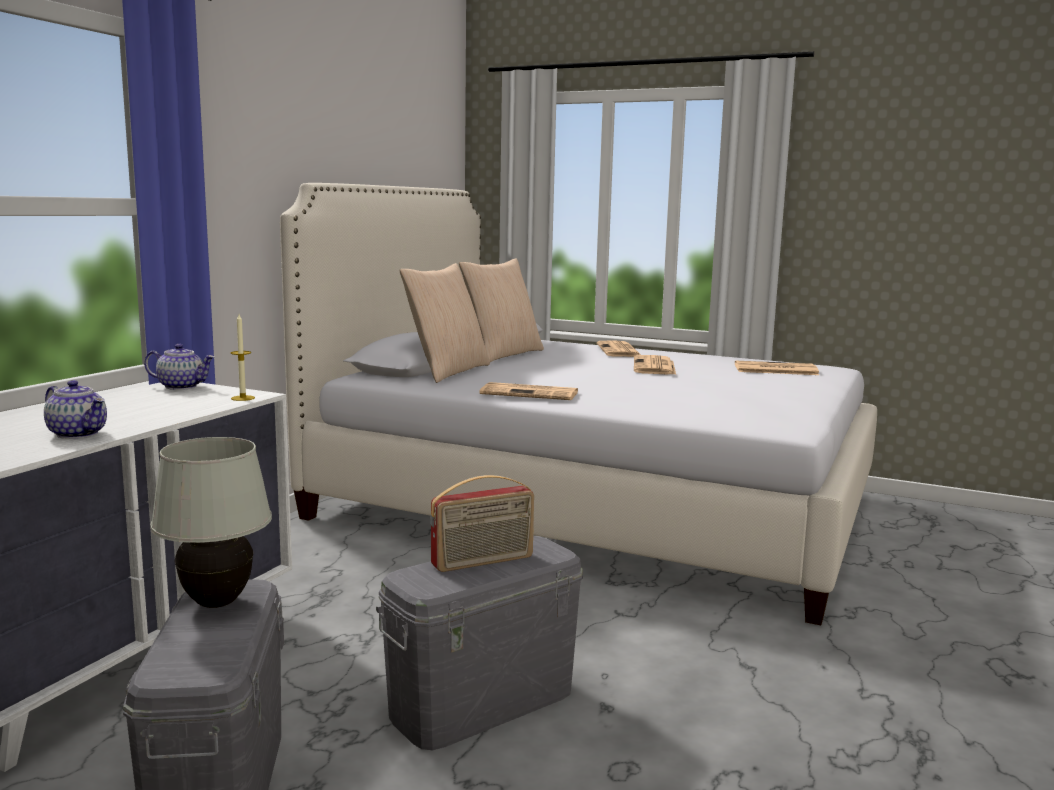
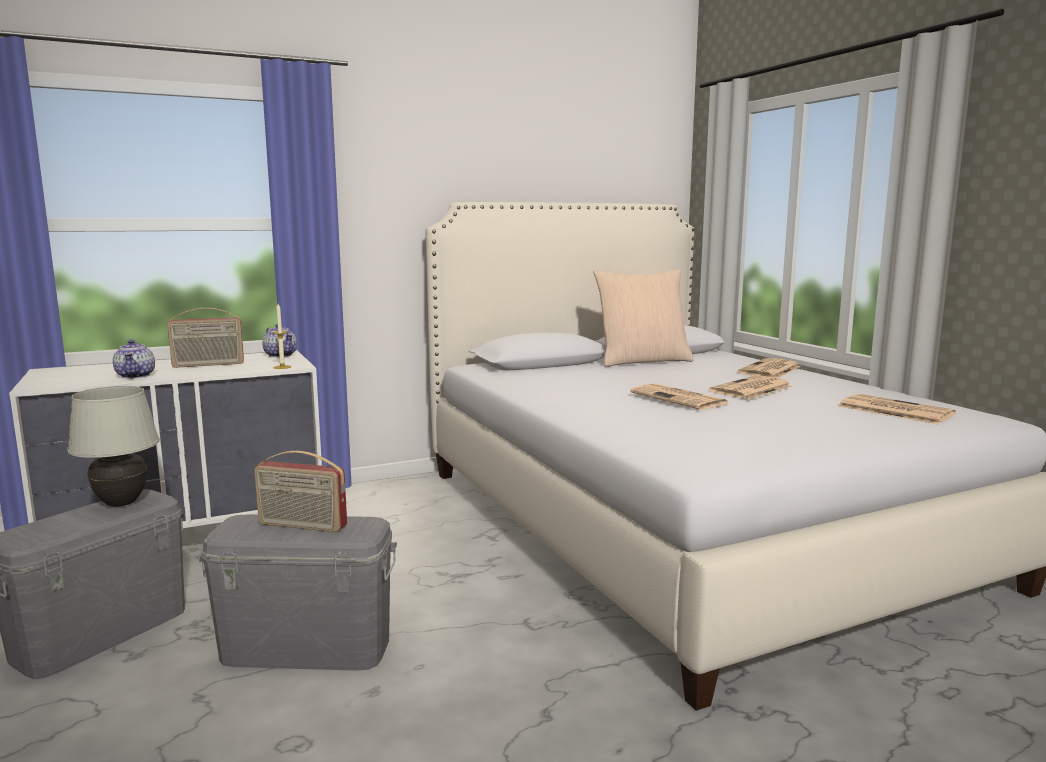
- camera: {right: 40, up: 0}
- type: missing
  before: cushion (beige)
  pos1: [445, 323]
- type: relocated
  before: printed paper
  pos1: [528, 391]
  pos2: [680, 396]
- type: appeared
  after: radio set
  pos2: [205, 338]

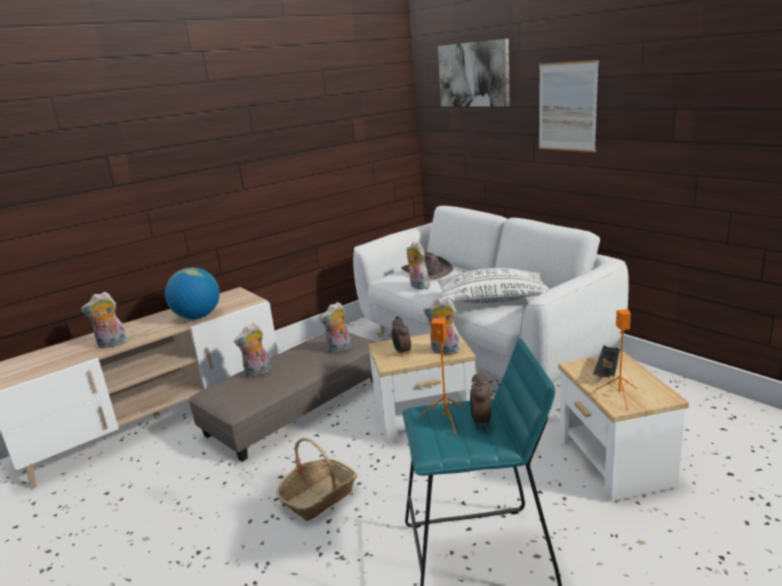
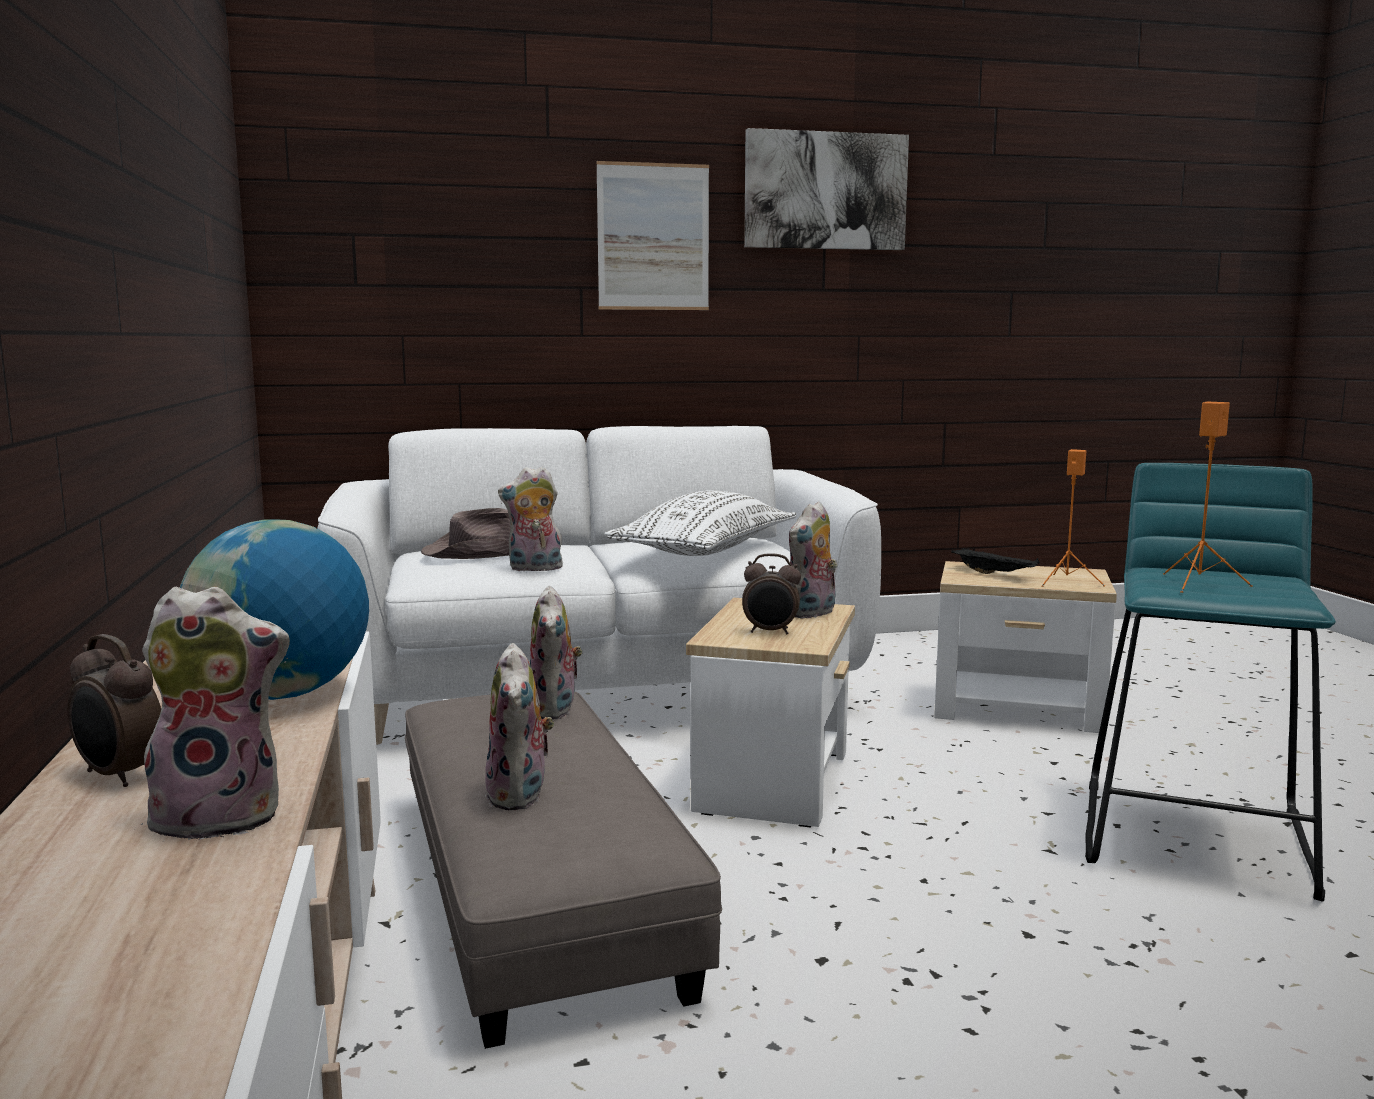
- camera: {right: -65, up: -10}
- type: relocated
  before: wall art
  pos1: [474, 73]
  pos2: [826, 189]
- type: spun
  before: cuddly toy
  pos1: [104, 320]
  pos2: [215, 713]
  turn: -105
- type: relocated
  before: bedside clock
  pos1: [480, 399]
  pos2: [114, 710]
- type: missing
  before: storage basket
  pos1: [316, 479]

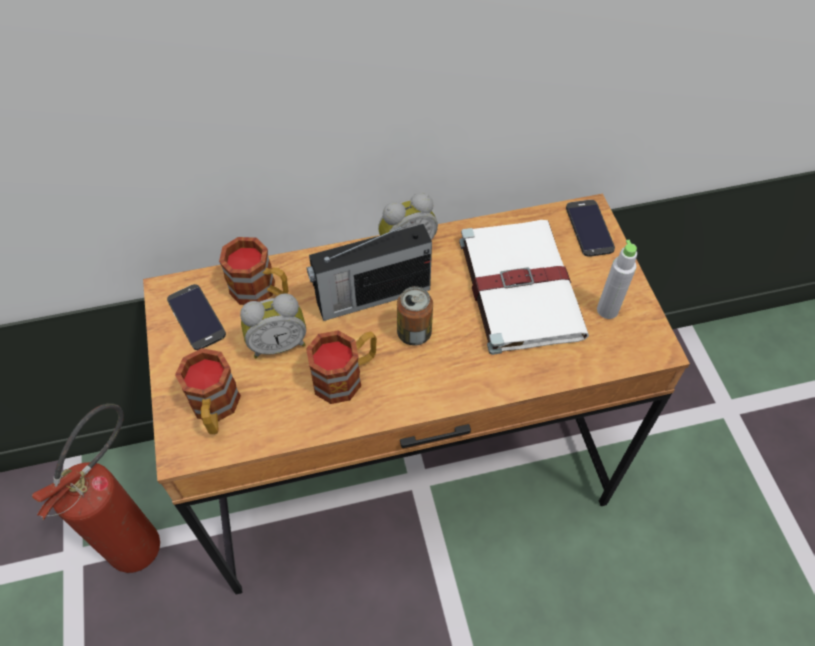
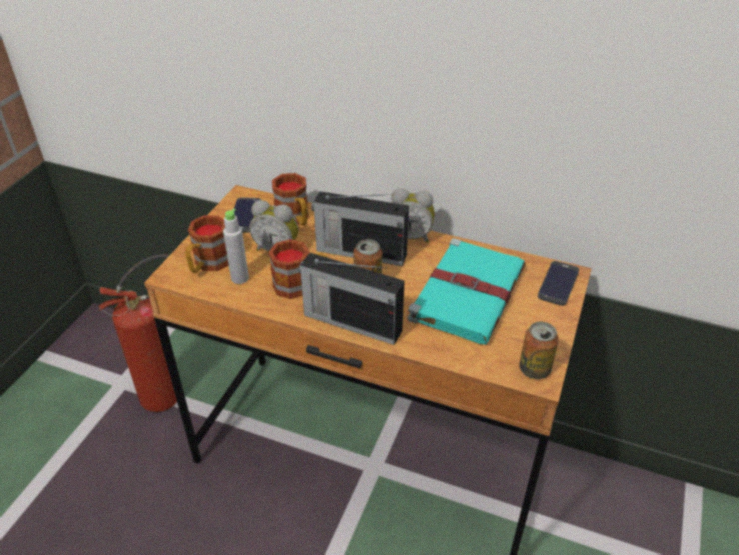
- camera: {right: 35, up: -15}
- type: colour
  before: bound book (white)
  after: bound book (turquoise-coloured)
  pos1: [524, 287]
  pos2: [466, 291]
- type: relocated
  before: drink bottle (grey)
  pos1: [617, 279]
  pos2: [236, 246]
- type: appeared
  after: radio set
  pos2: [352, 299]
- type: appeared
  after: metal can
  pos2: [539, 350]

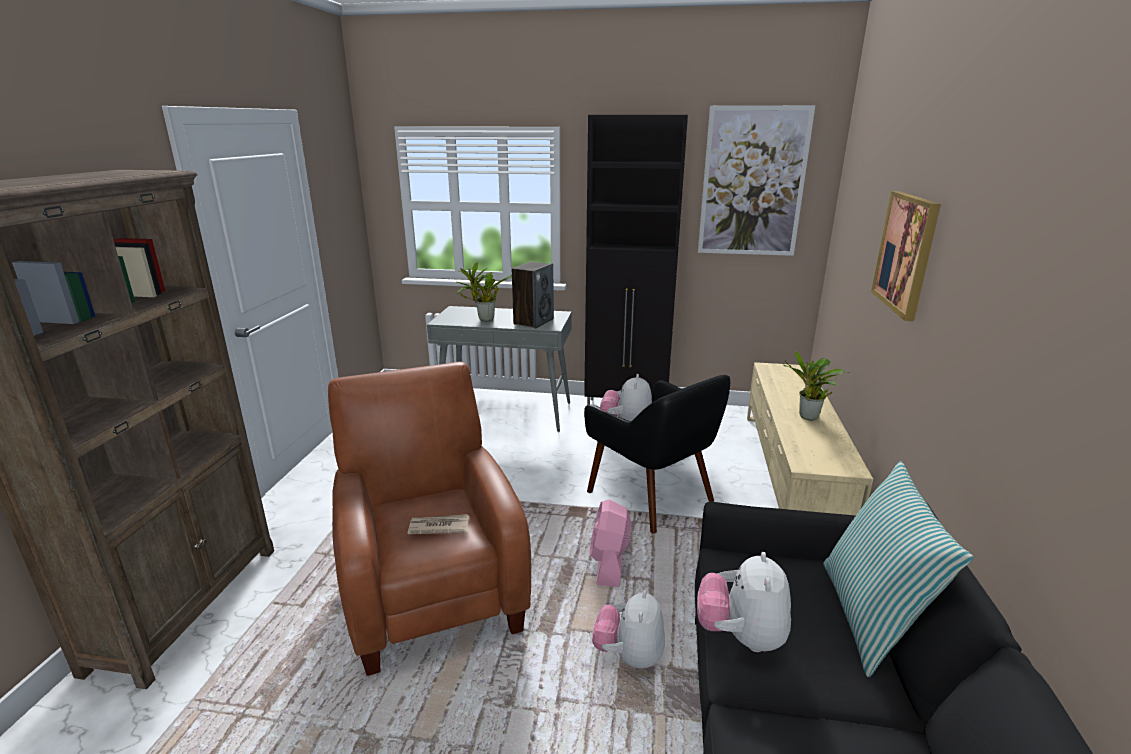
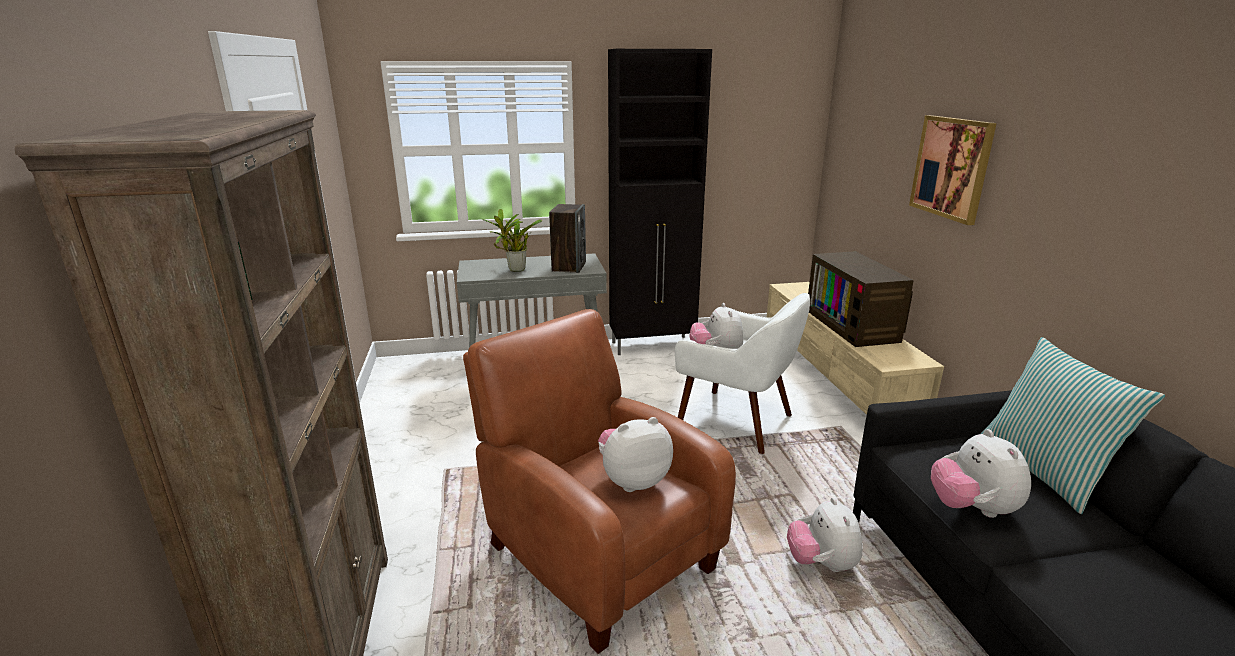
- camera: {right: -20, up: 0}
- type: missing
  before: wall art
  pos1: [756, 180]
- type: exchanged
  before: plant in a pot
  after: television
  pos1: [816, 385]
  pos2: [861, 299]
- type: colour
  before: armchair (black-coloured)
  after: armchair (white)
  pos1: [657, 454]
  pos2: [742, 373]
- type: missing
  before: electric fan (pinkish)
  pos1: [610, 543]
- type: exchanged
  before: printed paper
  after: cuddly toy
  pos1: [438, 524]
  pos2: [635, 454]

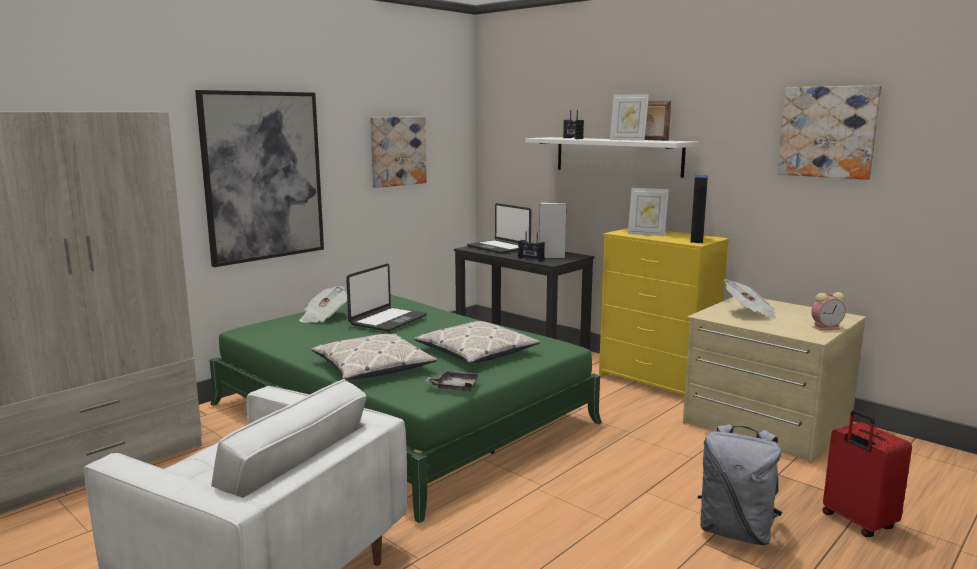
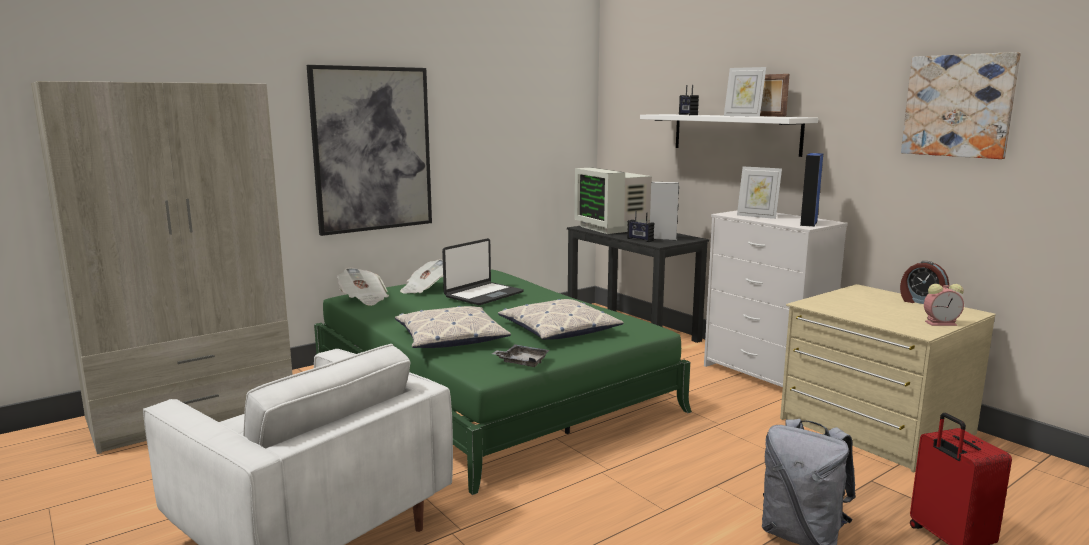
- camera: {right: 10, up: 0}
- type: missing
  before: wall art
  pos1: [398, 152]
- type: exchanged
  before: notebook computer
  after: monitor
  pos1: [499, 228]
  pos2: [613, 200]
- type: colour
  before: drawer chest (yellow-coloured)
  after: drawer chest (white)
  pos1: [664, 311]
  pos2: [776, 299]
- type: relocated
  before: printed paper
  pos1: [750, 299]
  pos2: [363, 287]
- type: appeared
  after: bedside clock
  pos2: [924, 282]

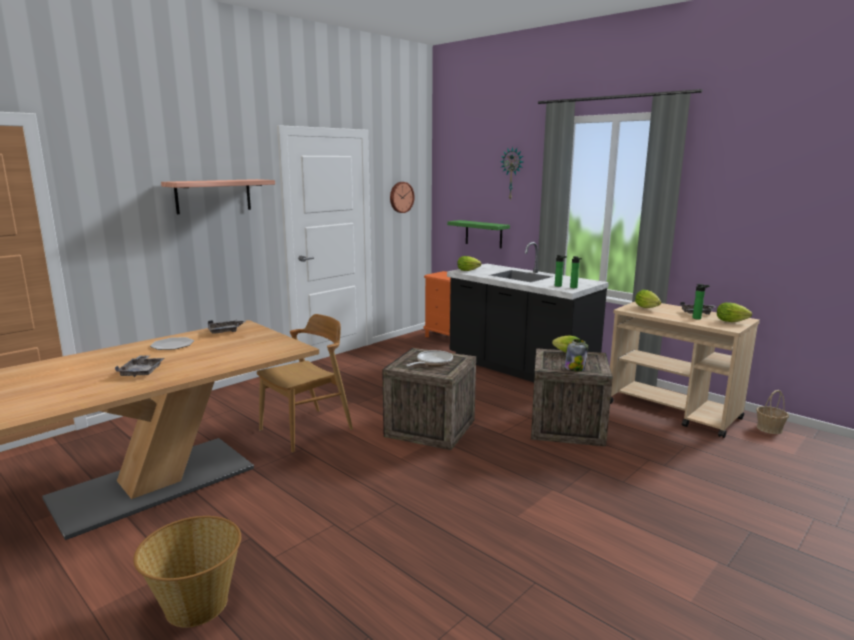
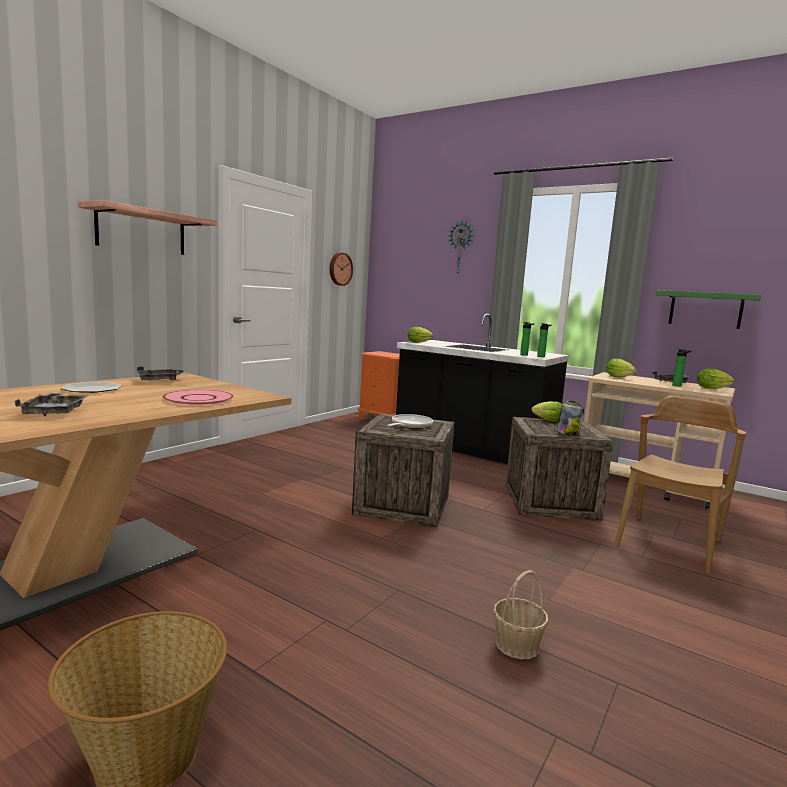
- camera: {right: -10, up: -5}
- type: relocated
  before: wall shelf (greenish)
  pos1: [478, 234]
  pos2: [708, 309]
- type: relocated
  before: chair (brown-coloured)
  pos1: [305, 383]
  pos2: [680, 484]
- type: relocated
  before: storage basket
  pos1: [772, 412]
  pos2: [520, 614]
- type: appeared
  after: dinner plate (pinkish)
  pos2: [198, 398]

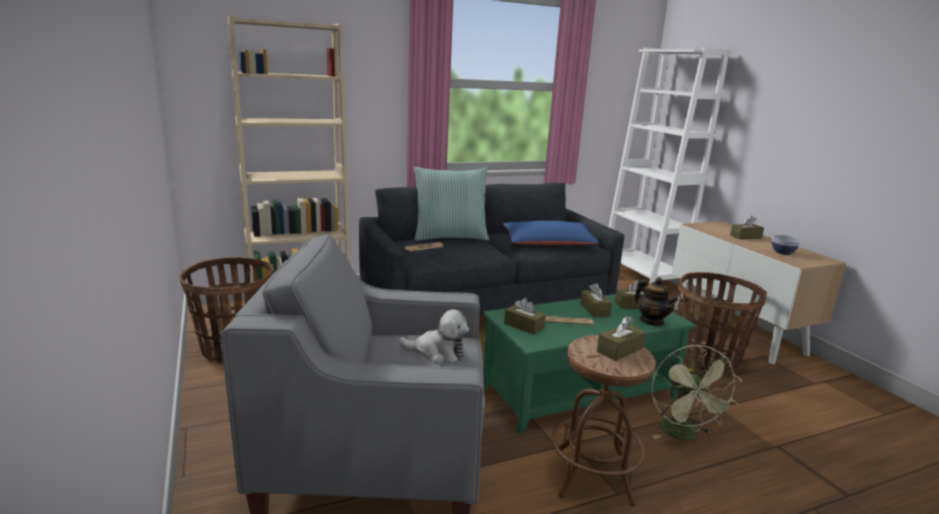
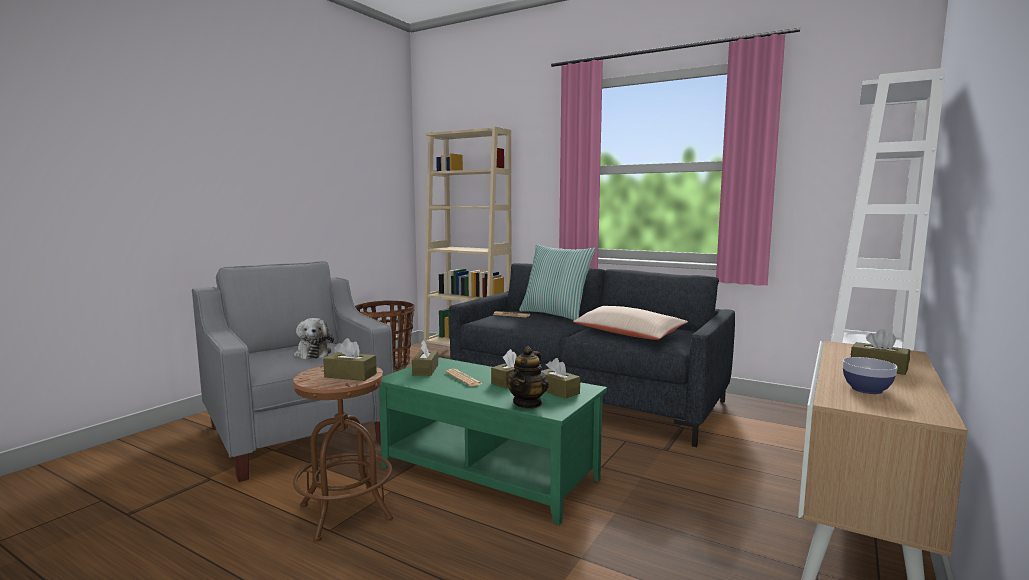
- camera: {right: 55, up: -10}
- type: colour
  before: cushion (blue-coloured)
  after: cushion (beige)
  pos1: [551, 233]
  pos2: [630, 323]
- type: missing
  before: storage basket
  pos1: [722, 322]
- type: missing
  before: electric fan (greenish)
  pos1: [697, 392]

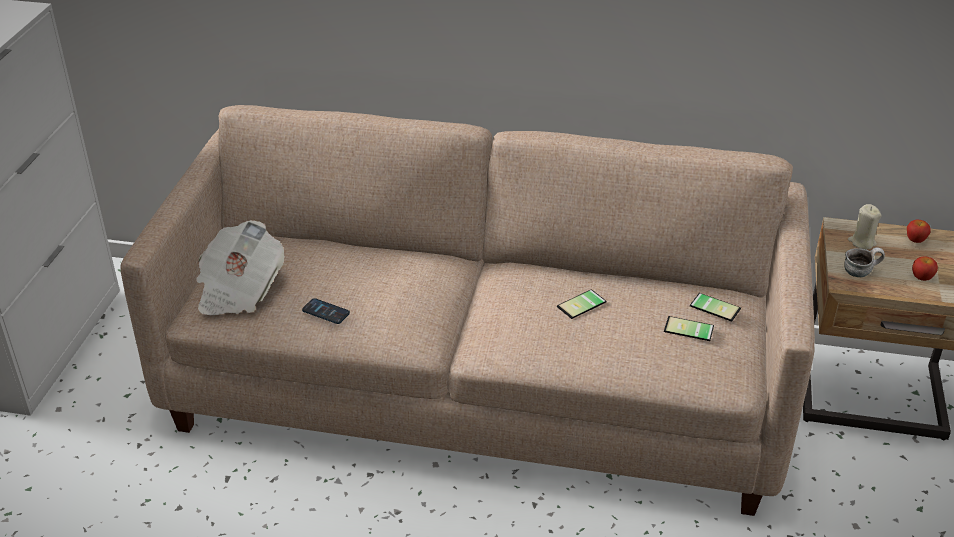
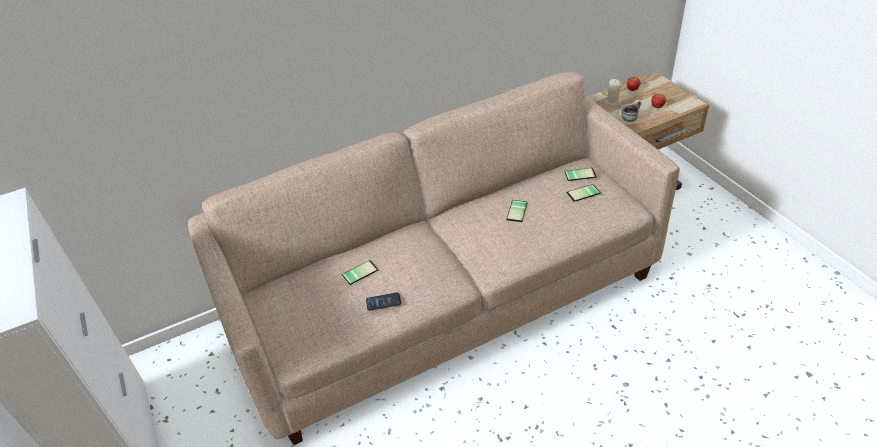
- camera: {right: -35, up: 5}
- type: missing
  before: printed paper
  pos1: [240, 267]
- type: appeared
  after: phone
  pos2: [360, 272]

